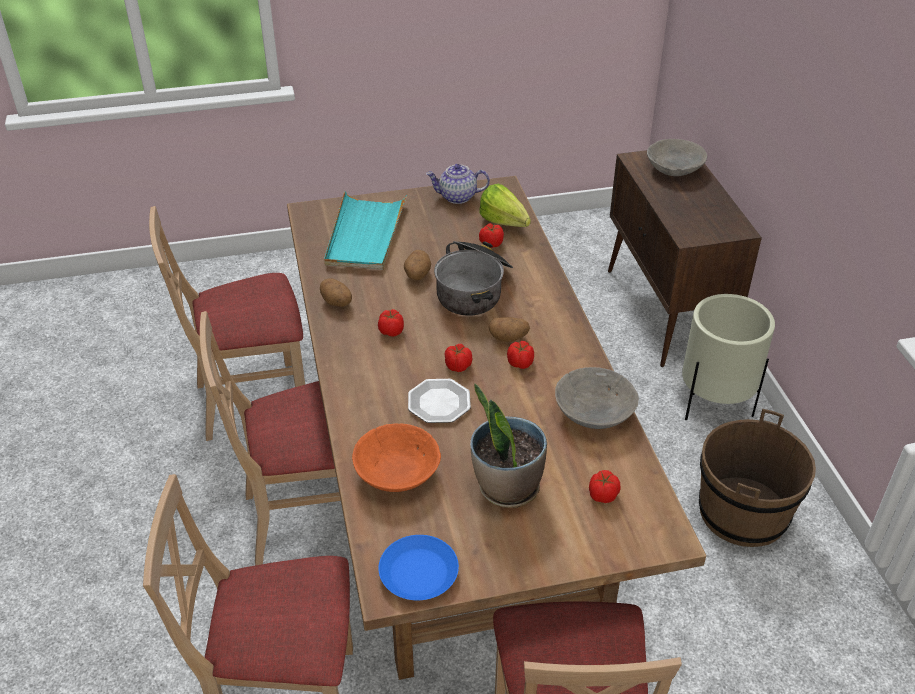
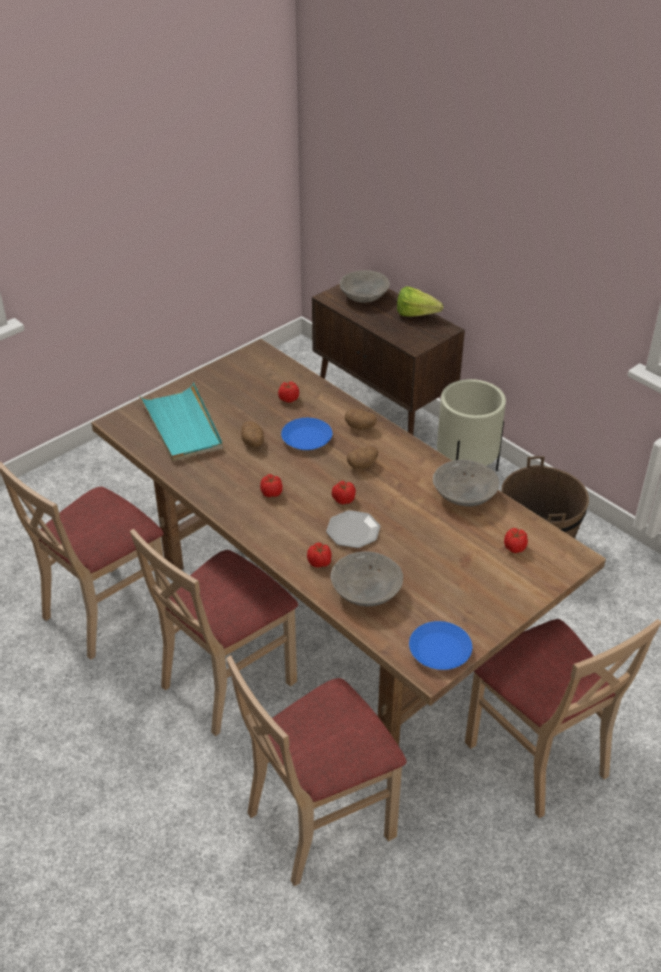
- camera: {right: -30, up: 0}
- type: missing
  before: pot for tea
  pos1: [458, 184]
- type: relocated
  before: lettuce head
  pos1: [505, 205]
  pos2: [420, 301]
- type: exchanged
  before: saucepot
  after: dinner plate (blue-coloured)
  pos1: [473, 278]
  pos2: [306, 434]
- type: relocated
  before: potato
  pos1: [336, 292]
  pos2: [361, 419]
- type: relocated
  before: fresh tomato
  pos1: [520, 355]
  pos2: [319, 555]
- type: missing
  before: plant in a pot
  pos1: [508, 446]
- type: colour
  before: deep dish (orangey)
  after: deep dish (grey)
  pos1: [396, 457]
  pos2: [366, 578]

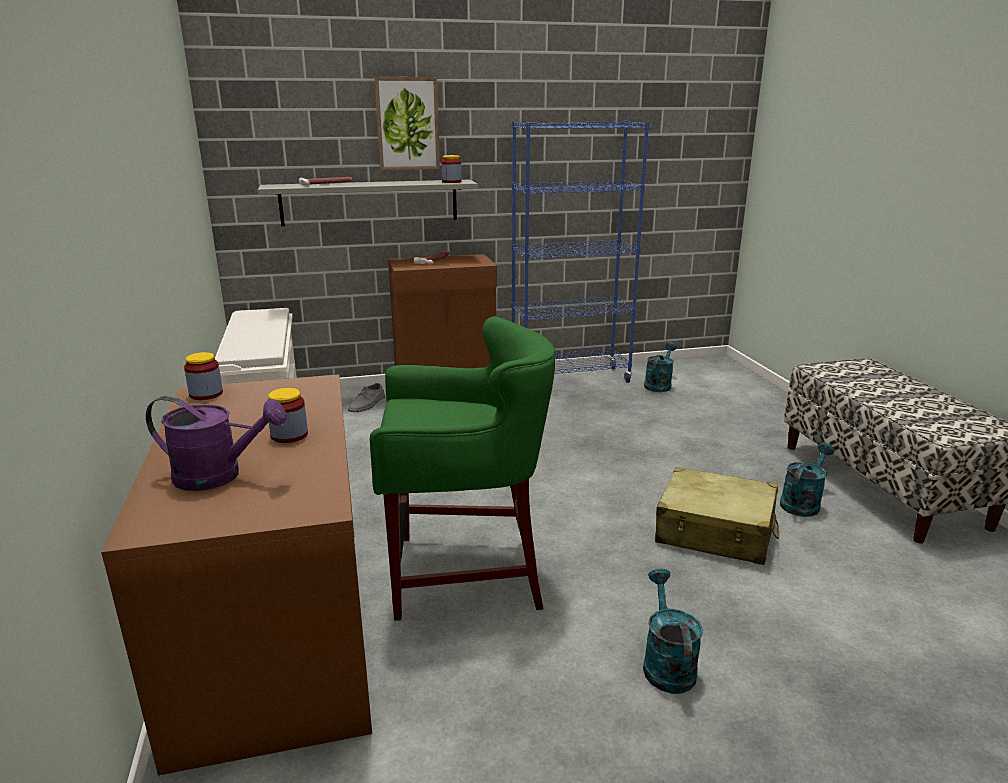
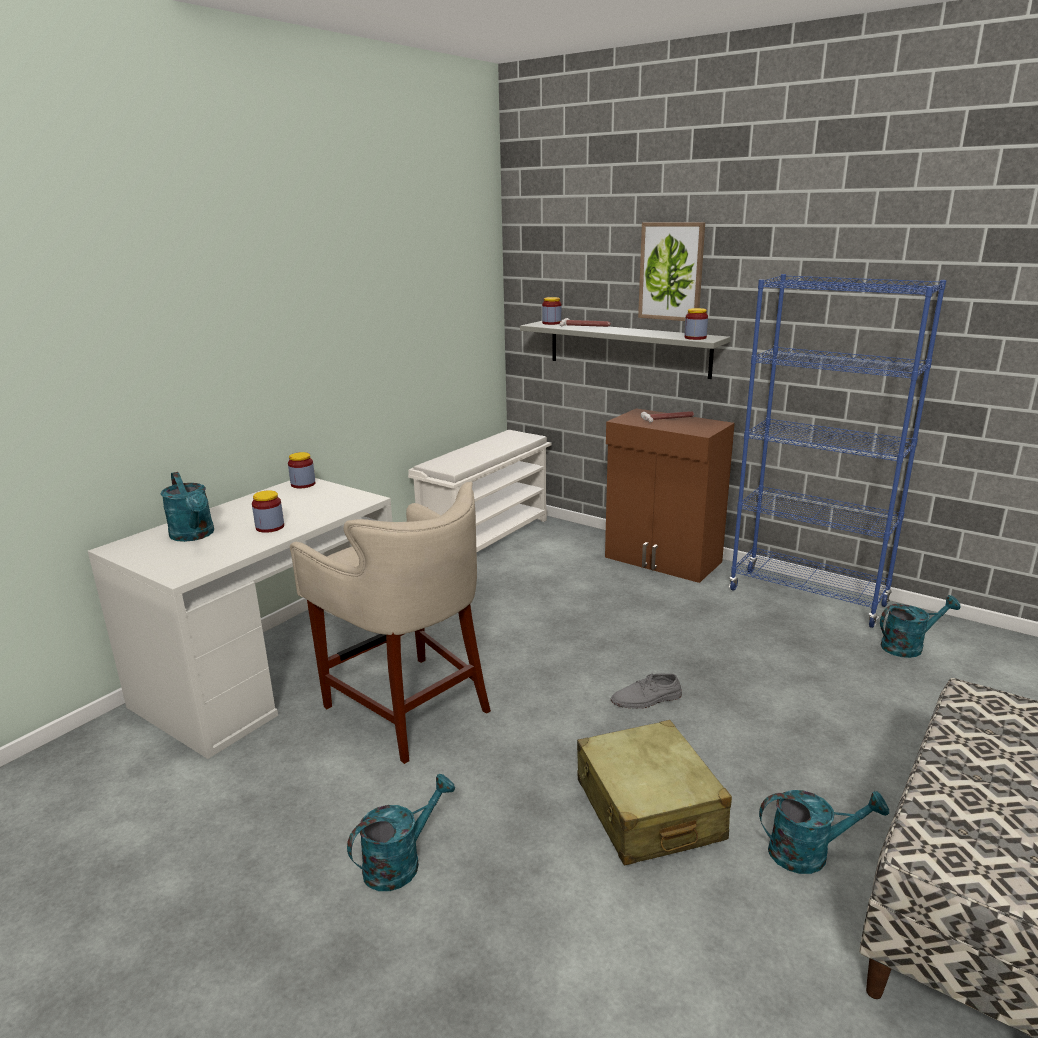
- camera: {right: 50, up: 0}
- type: colour
  before: stool seat (greenish)
  after: stool seat (beige)
  pos1: [462, 468]
  pos2: [390, 623]
- type: colour
  before: desk (brown-coloured)
  after: desk (white)
  pos1: [236, 574]
  pos2: [245, 618]
- type: relocated
  before: item of footwear (grey)
  pos1: [366, 397]
  pos2: [646, 691]
- type: colour
  before: watering pot (purplish)
  after: watering pot (turquoise-coloured)
  pos1: [216, 443]
  pos2: [187, 507]
- type: appeared
  after: preserve jar
  pos2: [552, 311]

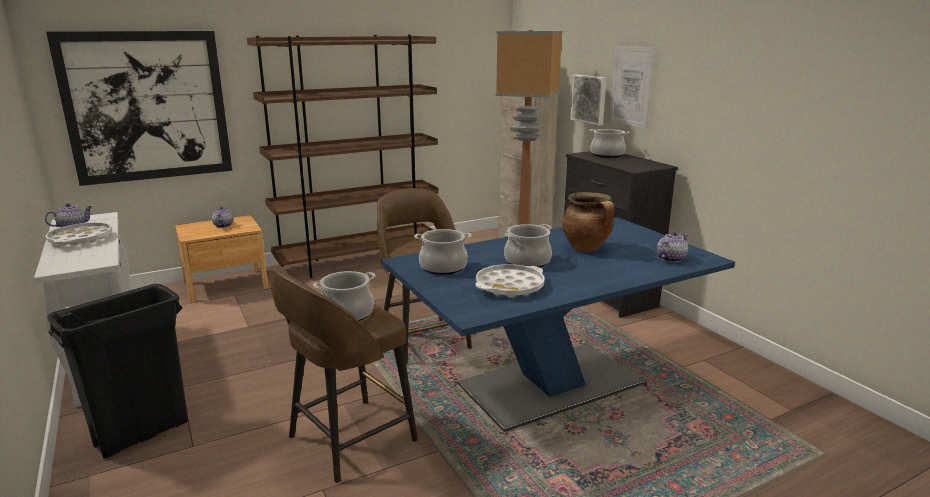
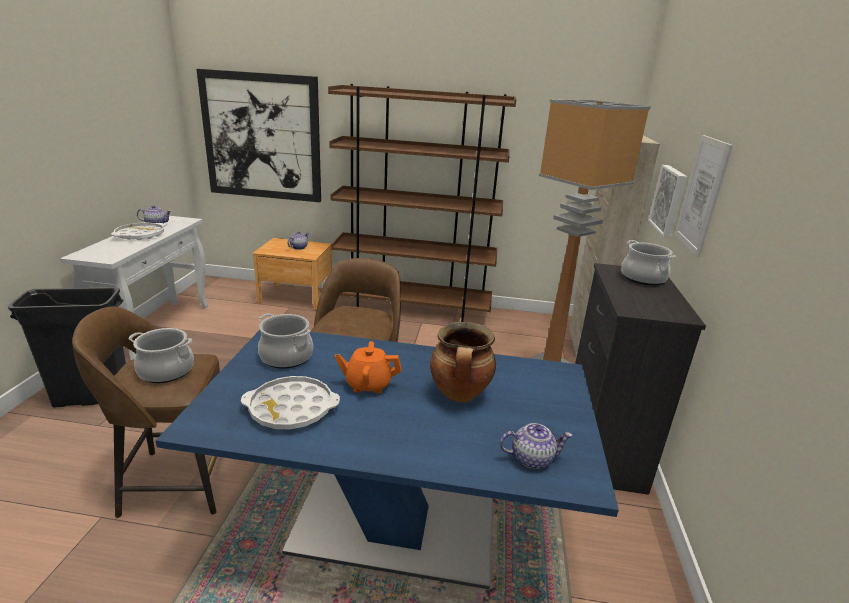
- camera: {right: 35, up: 5}
- type: exchanged
  before: saucepot
  after: pot for tea (orangey)
  pos1: [528, 246]
  pos2: [368, 367]

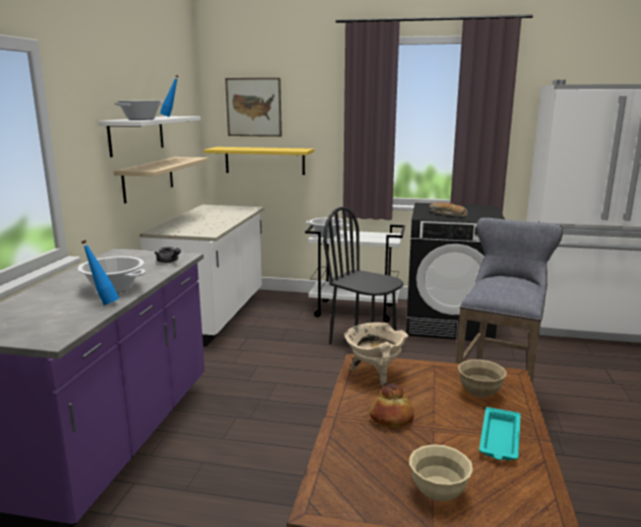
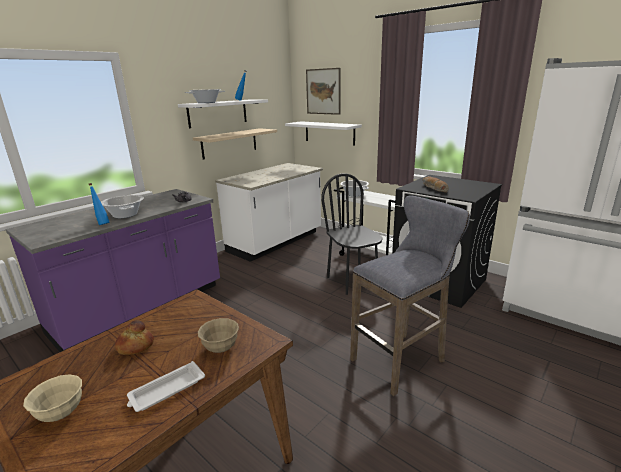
- camera: {right: 30, up: 5}
- type: colour
  before: wall shelf (yellow-coloured)
  after: wall shelf (white)
  pos1: [259, 161]
  pos2: [323, 133]
- type: missing
  before: saucepot (beige)
  pos1: [376, 354]
- type: colour
  before: tray (turquoise-coloured)
  after: tray (white)
  pos1: [499, 433]
  pos2: [166, 386]

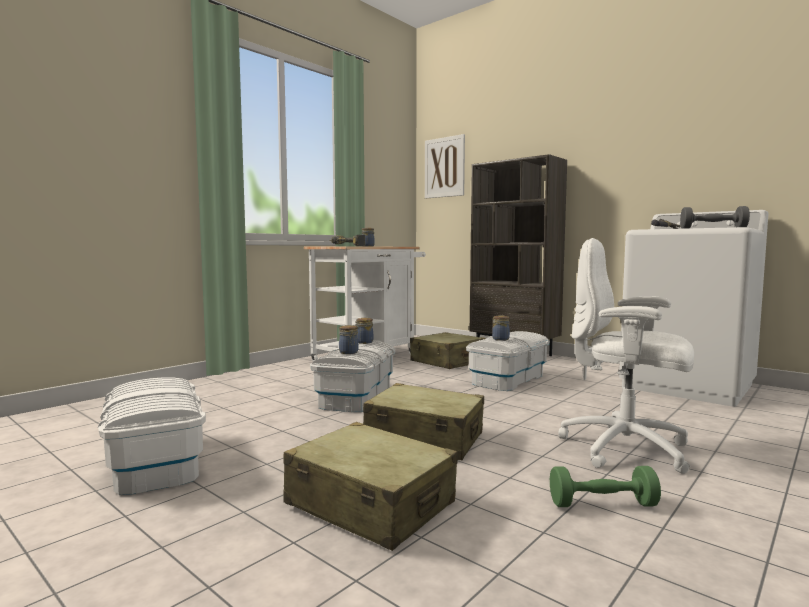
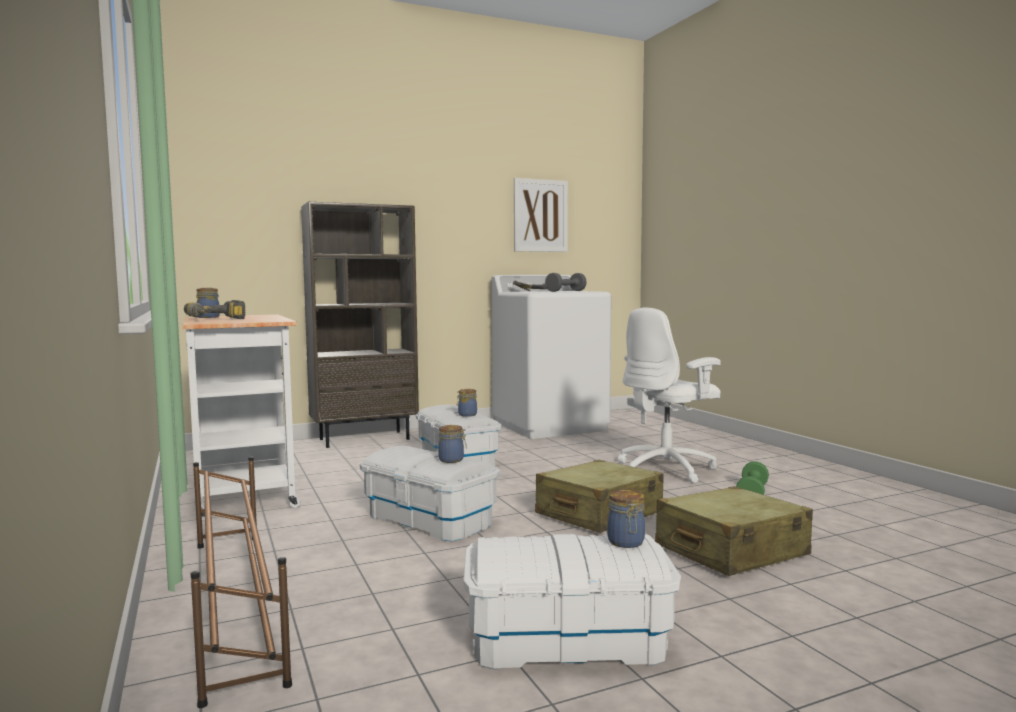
- camera: {right: -65, up: 0}
- type: relocated
  before: wall art
  pos1: [445, 166]
  pos2: [541, 215]
- type: relocated
  before: preserve jar
  pos1: [364, 331]
  pos2: [626, 518]
- type: missing
  before: piece of luggage (beige)
  pos1: [448, 350]
- type: appeared
  after: shoe shelf (brown-coloured)
  pos2: [241, 582]

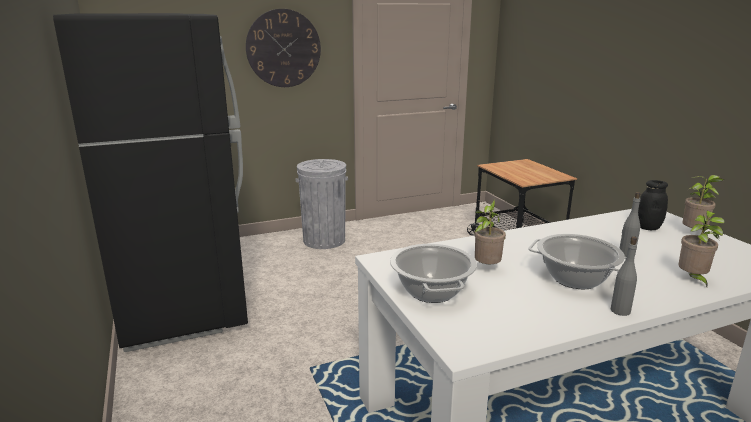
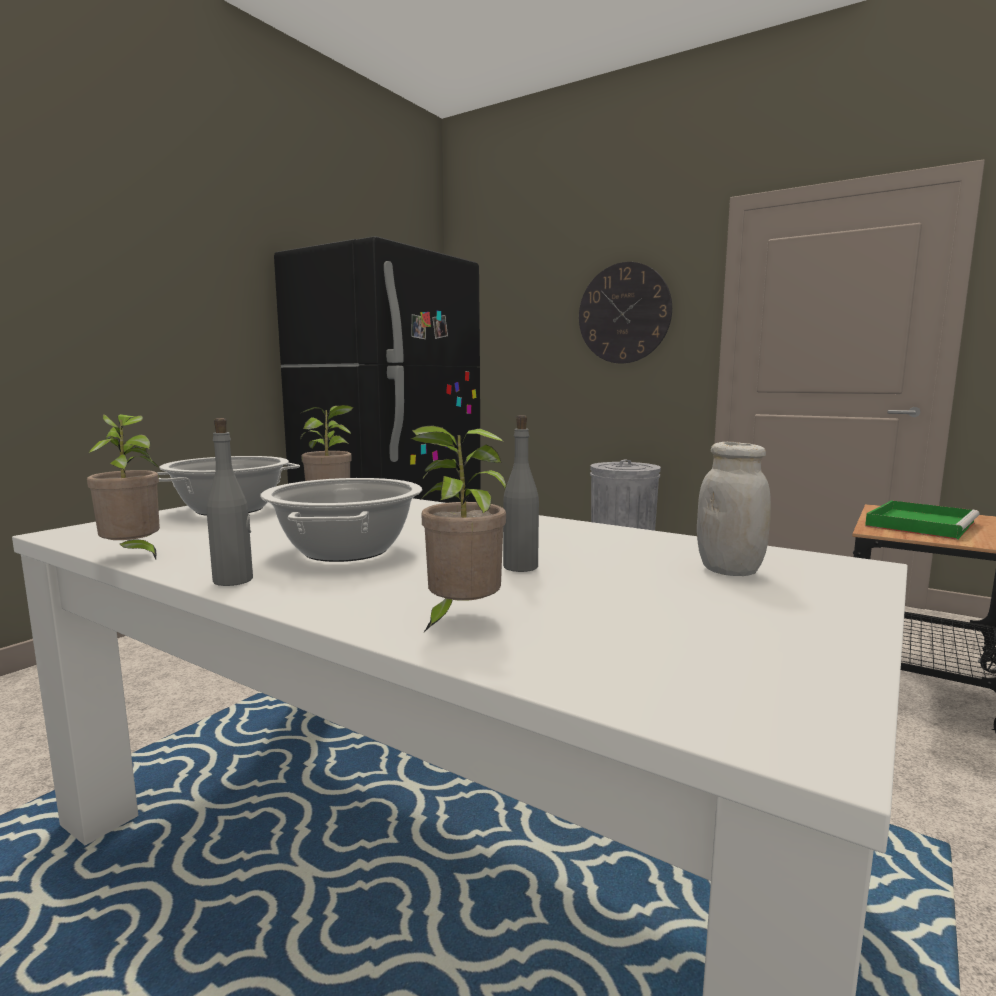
- camera: {right: 55, up: -10}
- type: relocated
  before: plant in a pot
  pos1: [703, 202]
  pos2: [123, 487]
- type: colour
  before: preserve jar (black-coloured)
  after: preserve jar (white)
  pos1: [653, 205]
  pos2: [734, 509]
- type: appeared
  after: tray (greenish)
  pos2: [922, 520]

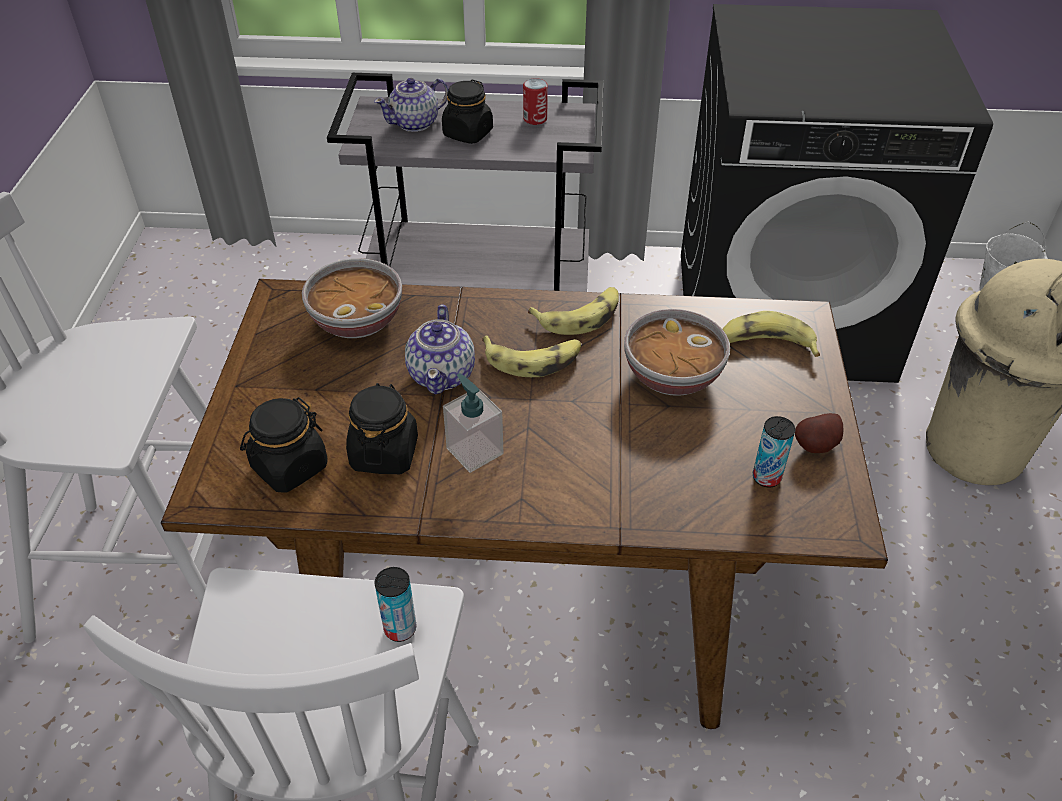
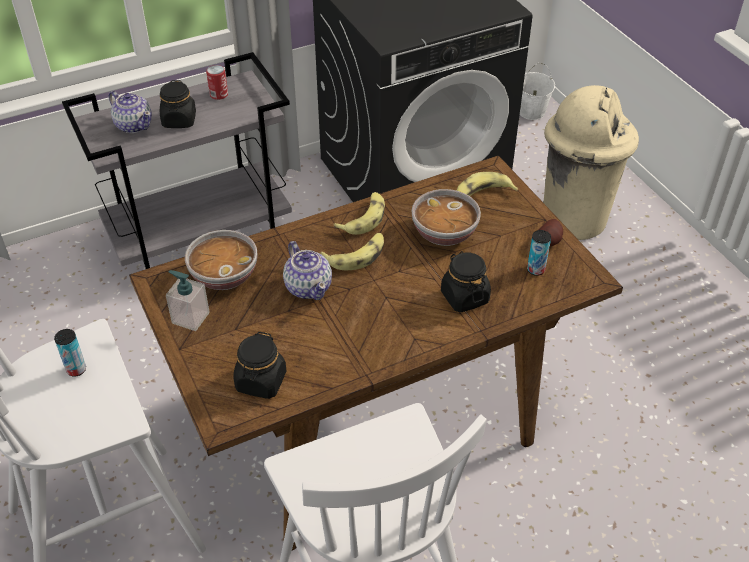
- camera: {right: -30, up: 0}
- type: spun
  before: pot for tea
  pos1: [411, 105]
  pos2: [130, 112]
  turn: -75
- type: relocated
  before: soap bottle
  pos1: [473, 423]
  pos2: [188, 300]
- type: relocated
  before: preserve jar (black-coloured)
  pos1: [382, 428]
  pos2: [466, 281]
- type: relocated
  before: metal can
  pos1: [396, 604]
  pos2: [70, 353]

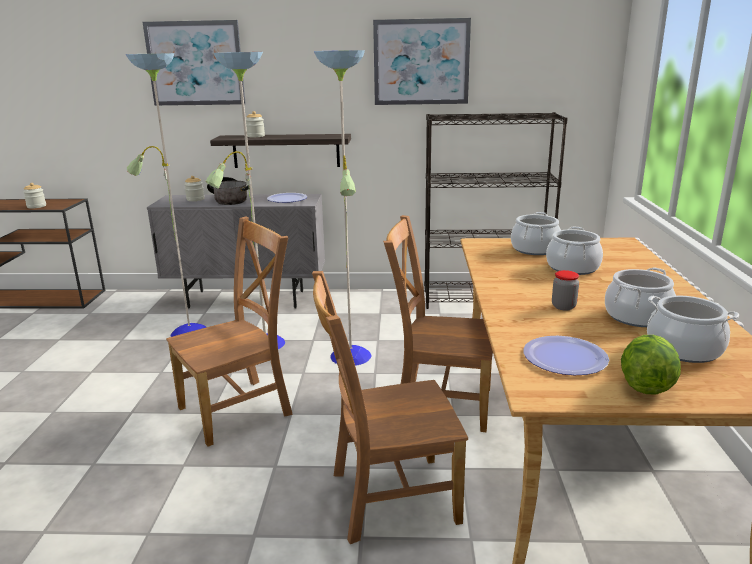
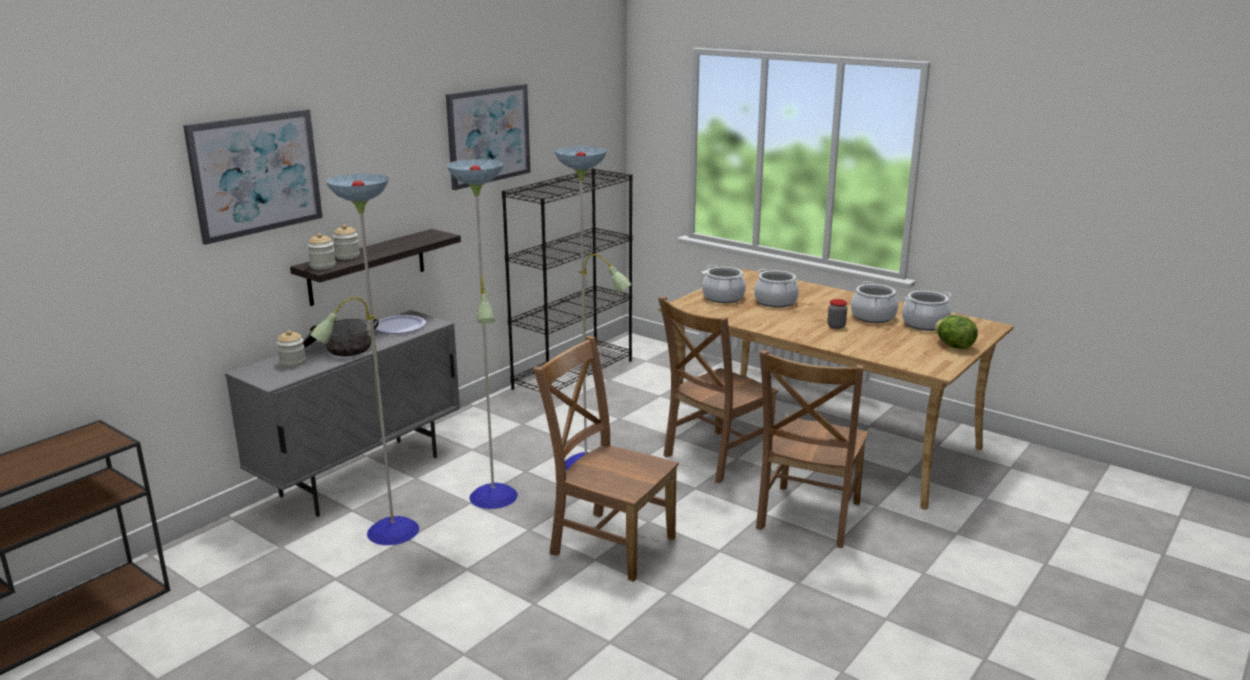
- camera: {right: -55, up: 0}
- type: relocated
  before: preserve jar
  pos1: [34, 195]
  pos2: [321, 251]
- type: spun
  before: chair (brown-coloured)
  pos1: [229, 331]
  pos2: [606, 458]
  turn: -60
- type: missing
  before: dinner plate
  pos1: [566, 355]

